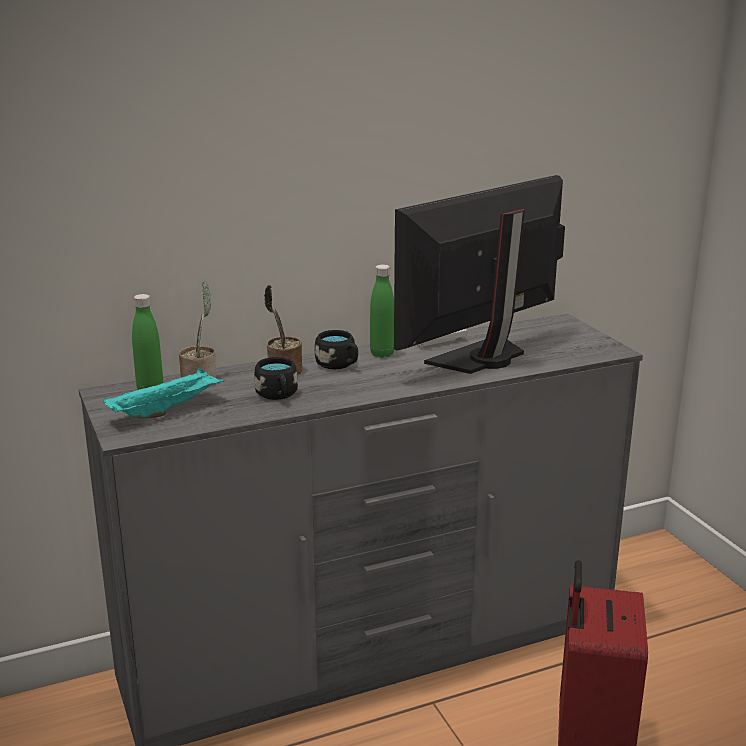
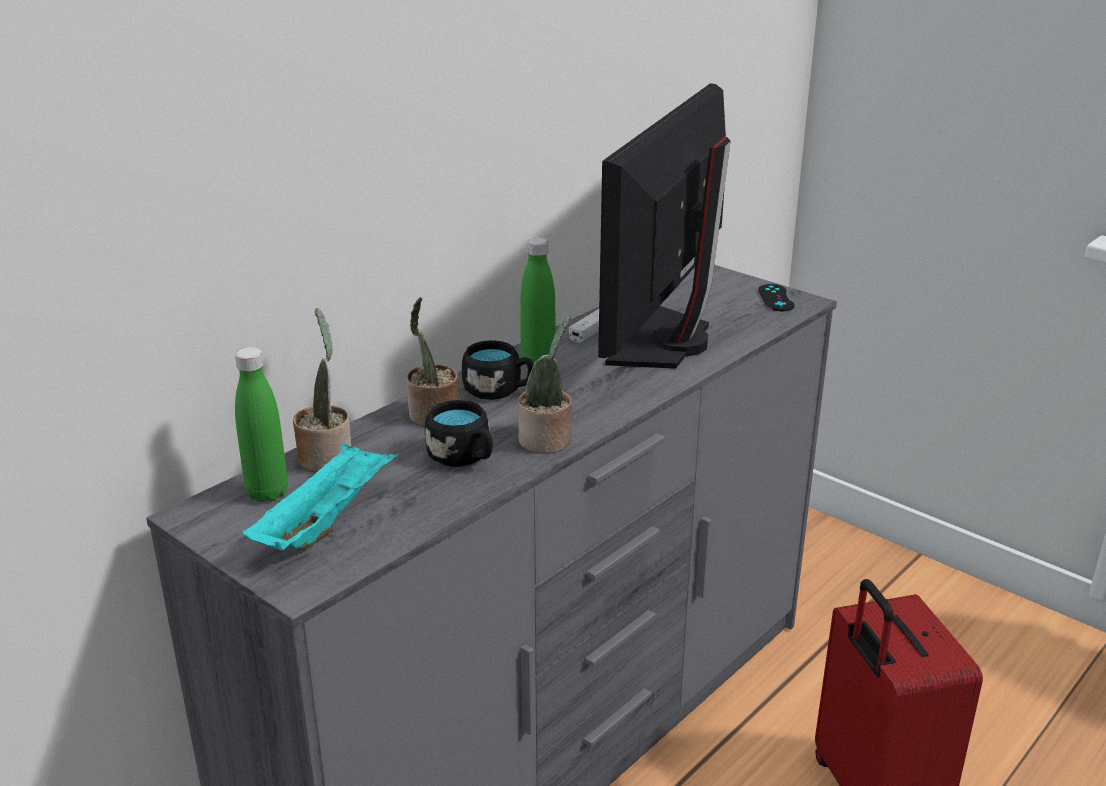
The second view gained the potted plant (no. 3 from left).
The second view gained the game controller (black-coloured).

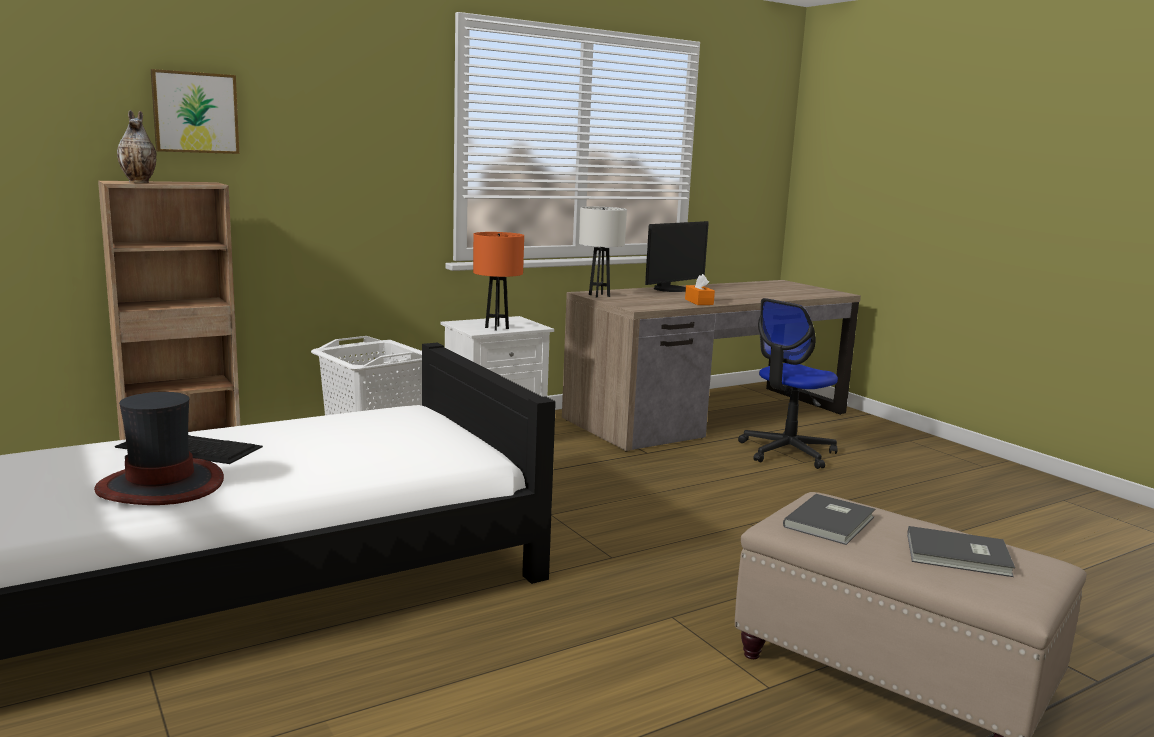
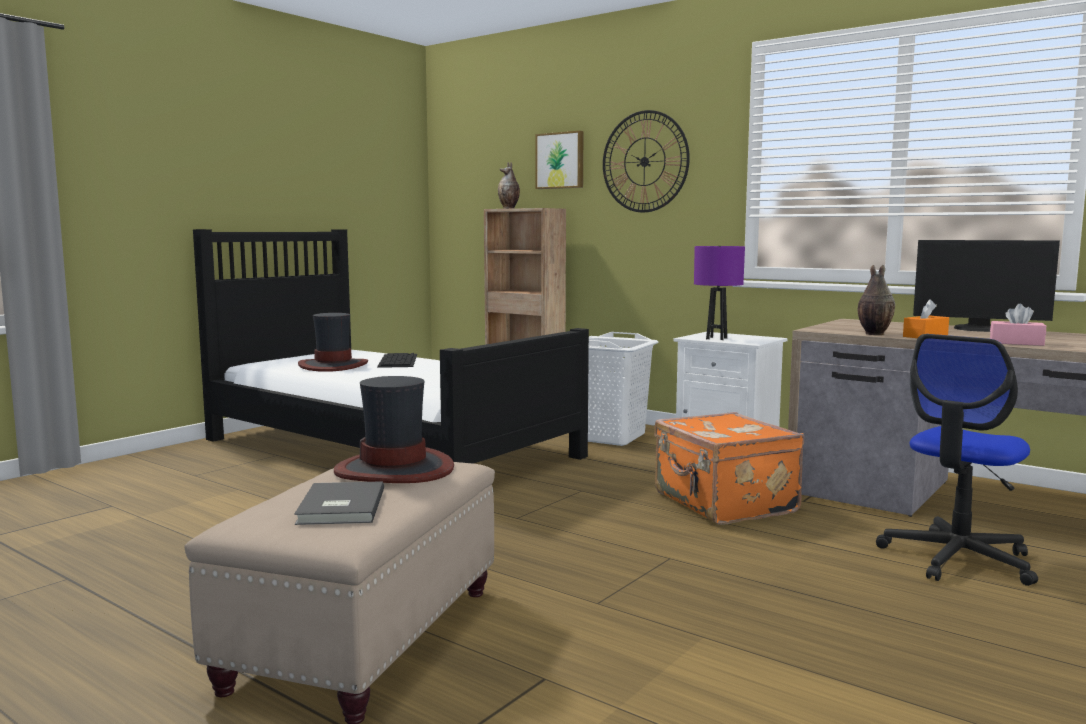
Where the book (gray) (no. 1 from left) stood, the clothing hat (no. 2 from left) came to stand.
The second view gained the clock on the wall.
The second view gained the travel case (orange-coloured).
What was the lamp for a table (orange-coloured) turned into the lamp for a table (purple-coloured).
The second view gained the vase (no. 2 from left).
The desk chair ended up facing another way, 75 degrees counterclockwise from before.
The second view gained the box of tissues (pink).
The second view lost the lamp for a table (whitish).

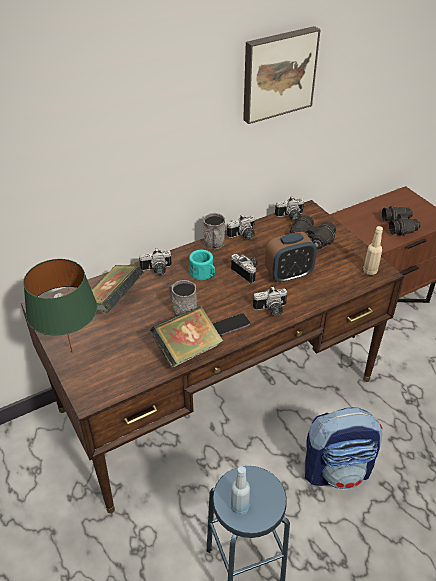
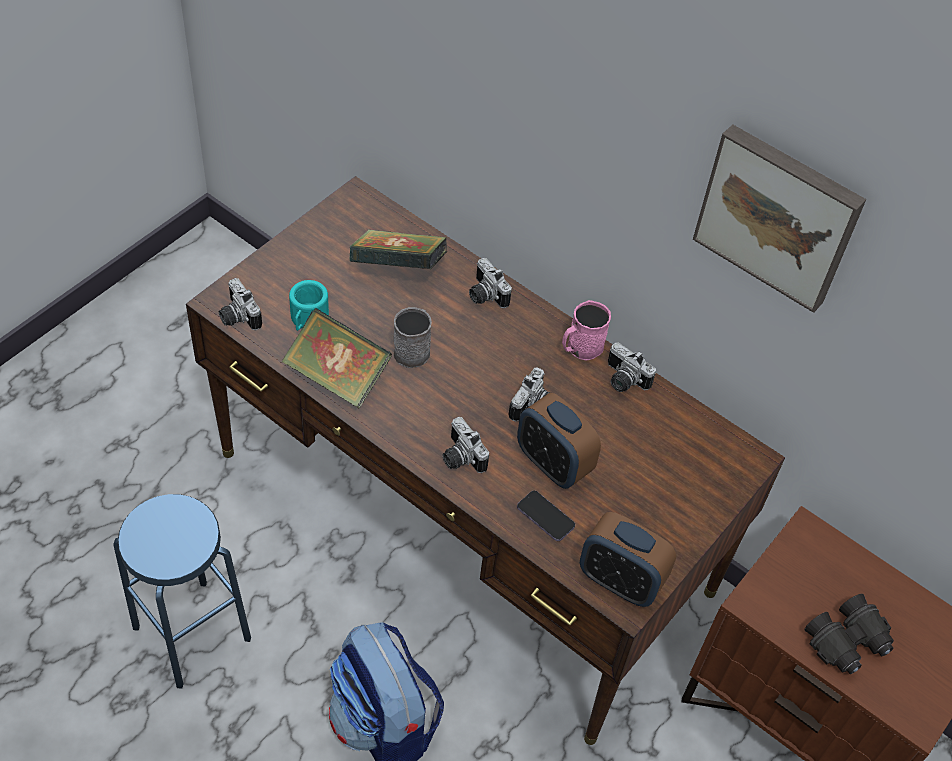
The still camera (no. 5 from left in the first image) ended up elsewhere.
The tea mug (turquoise-coloured) ended up elsewhere.
The telephone ended up elsewhere.
What was the tea mug (gray) (no. 2 from left) turned into the tea mug (pink).
Where the drink bottle (beige) stood, the alarm clock (no. 2 from left) came to stand.
The second view lost the lamp for a table (green).
The second view lost the drink bottle (blue).
The second view lost the field glasses (black-coloured) (no. 1 from left).

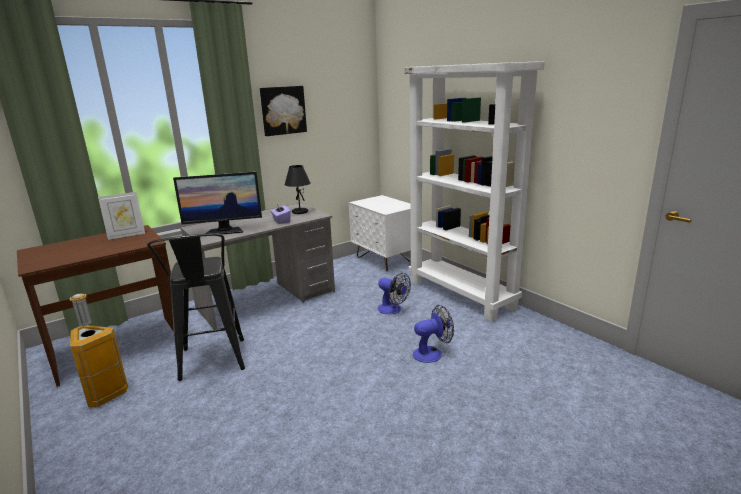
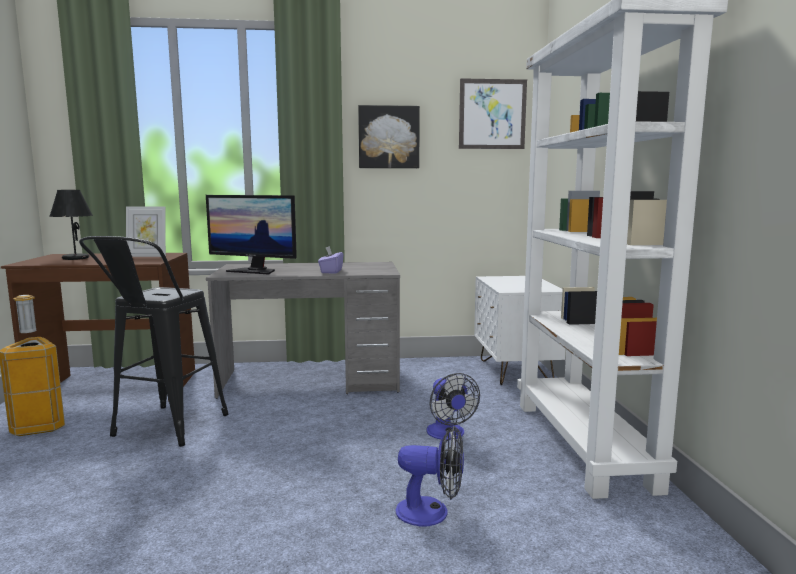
The lamp for a table (black-coloured) ended up elsewhere.
The second view gained the wall art (no. 2 from left).

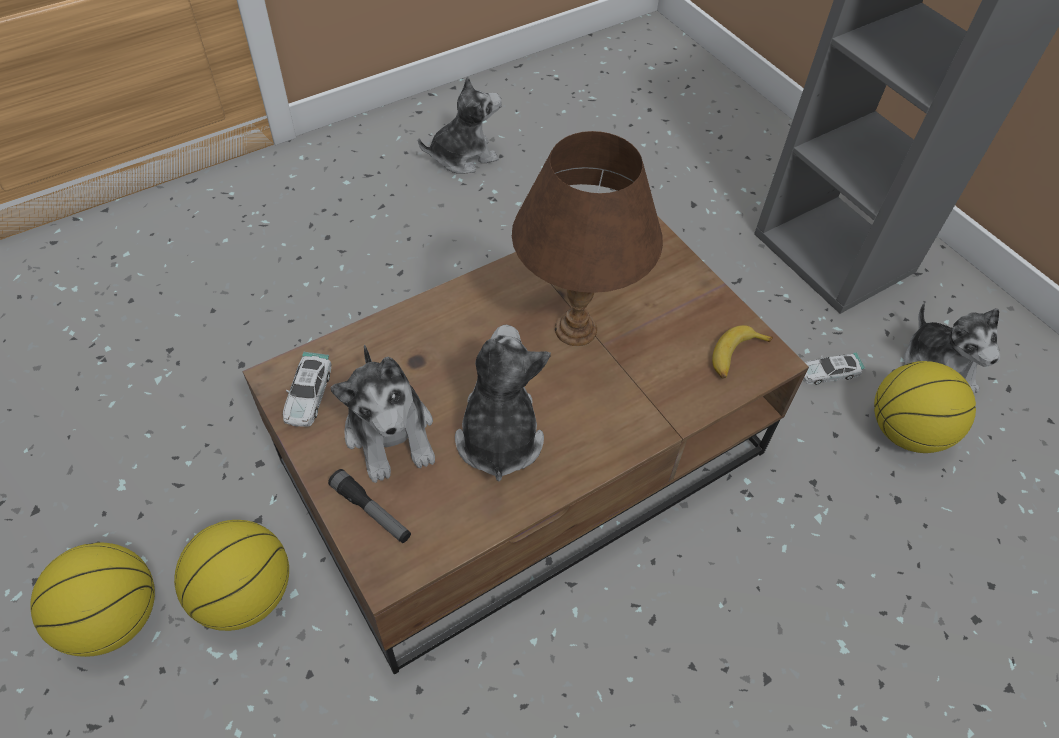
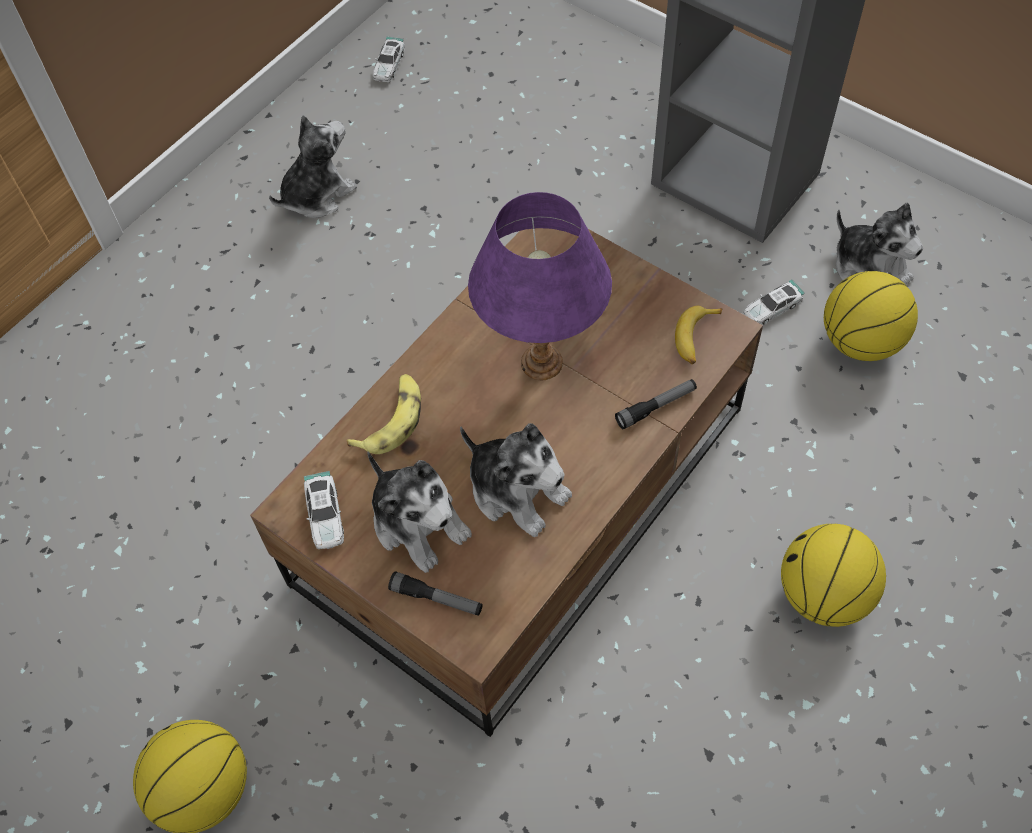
The second view gained the banana (no. 1 from left).
The second view gained the miniature car (no. 2 from left).
The cuddly toy (no. 3 from left) ended up facing another way, 150 degrees clockwise from before.
What was the lamp for a table (brownish) turned into the lamp for a table (purple-coloured).
The second view gained the torch (no. 2 from left).
The basketball ball (no. 2 from left) ended up elsewhere.

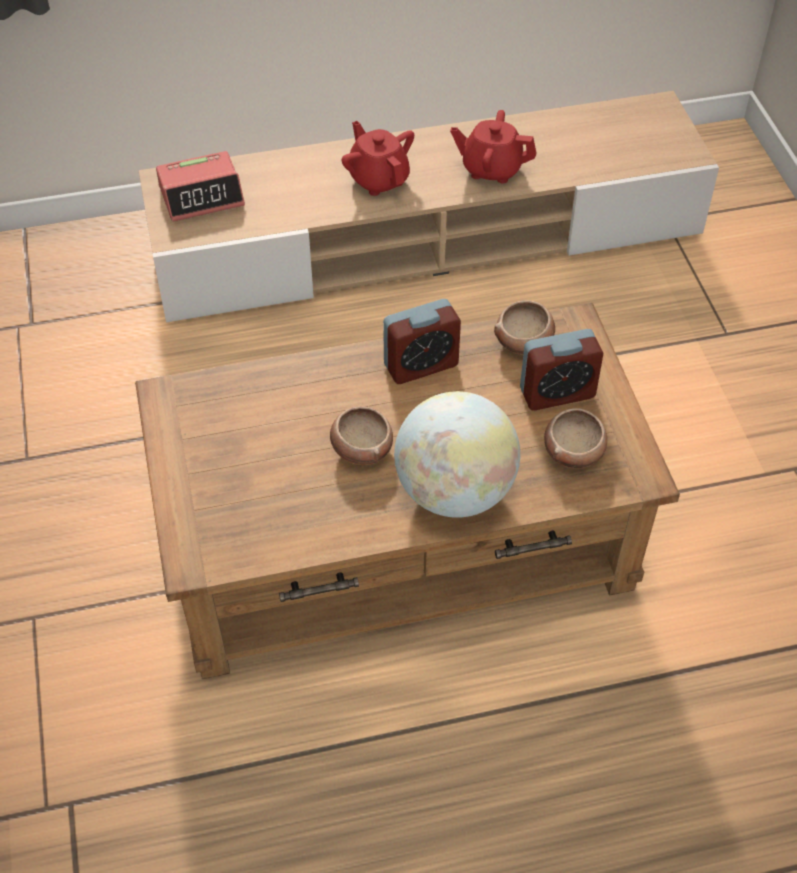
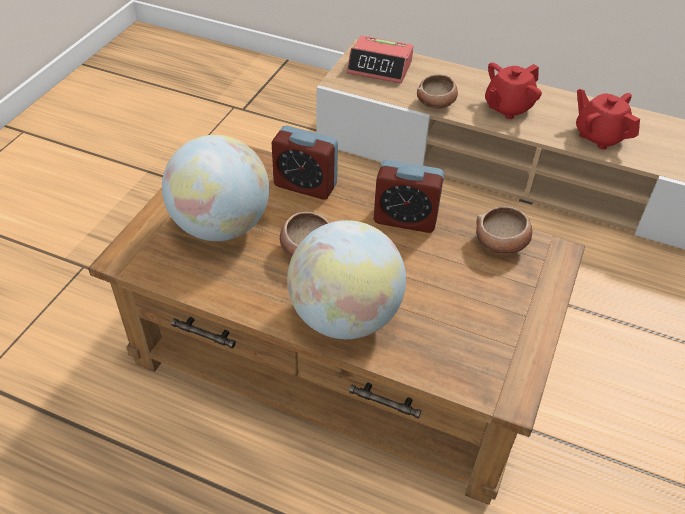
The second view gained the globe (no. 1 from left).
The alarm clock (no. 3 from left in the first image) ended up elsewhere.
The serving bowl (no. 3 from left in the first image) ended up elsewhere.
The tea pot (red-coloured) (no. 1 from left) ended up facing another way, 135 degrees counterclockwise from before.

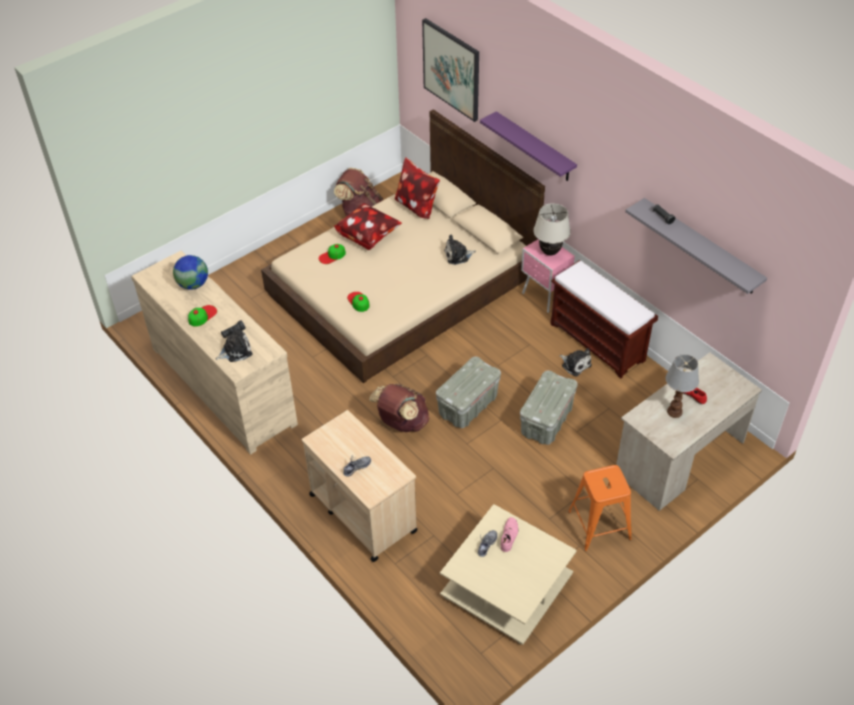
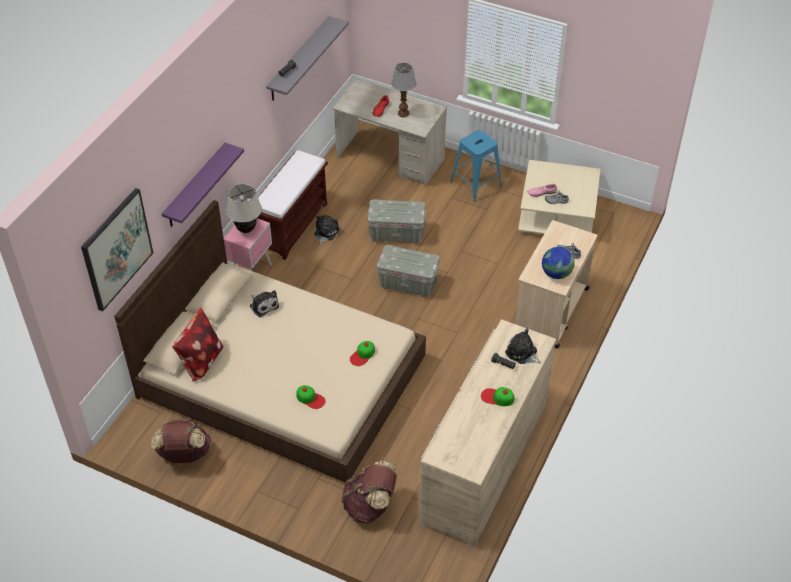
The rucksack (brownish) (no. 2 from left) ended up elsewhere.
What was the stool (orange-coloured) turned into the stool (blue).
The globe ended up elsewhere.
The second view lost the throw pillow (no. 1 from left).

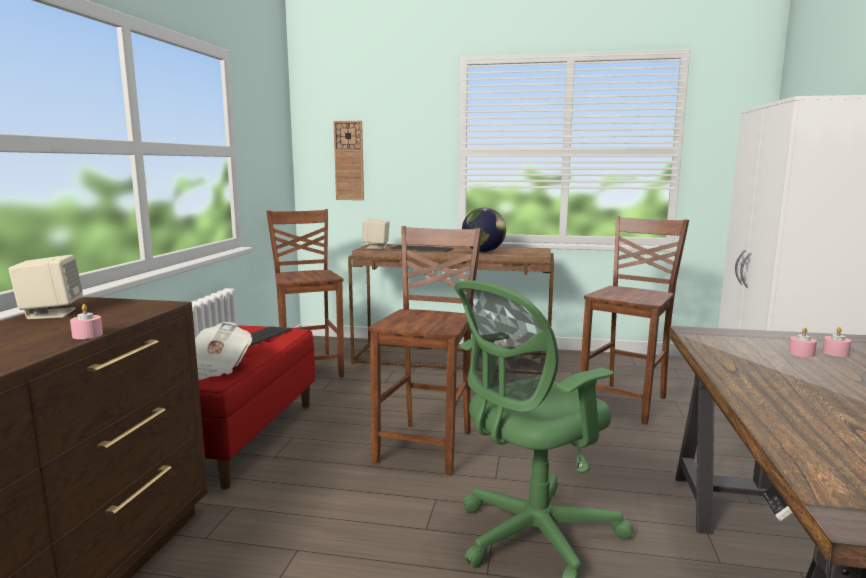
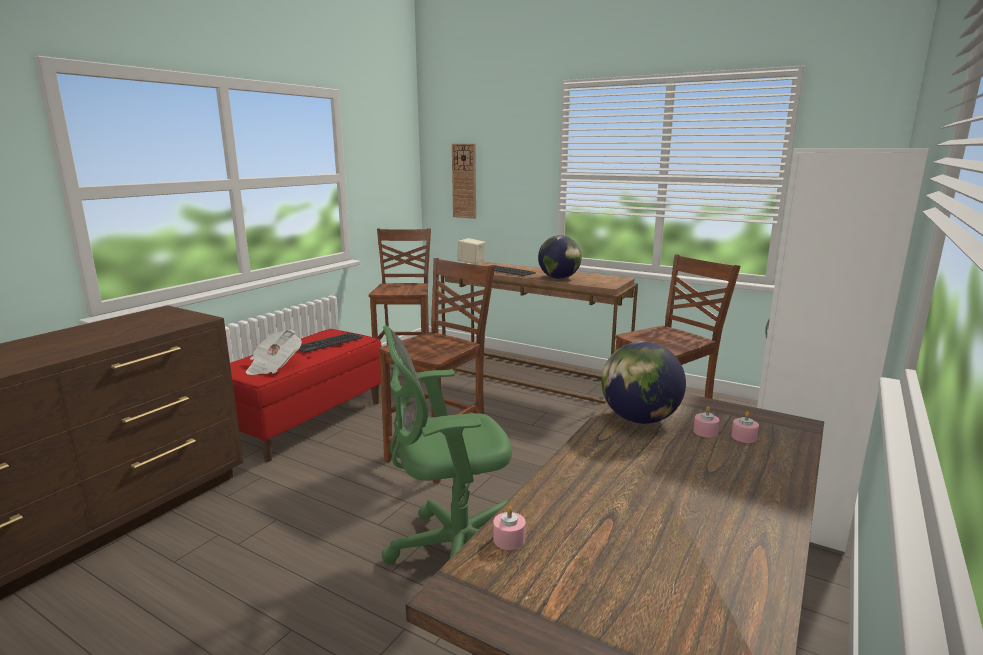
The wax light (pink) (no. 1 from left) ended up elsewhere.
The second view gained the globe (no. 2 from left).
The second view lost the loudspeaker (beige) (no. 1 from left).

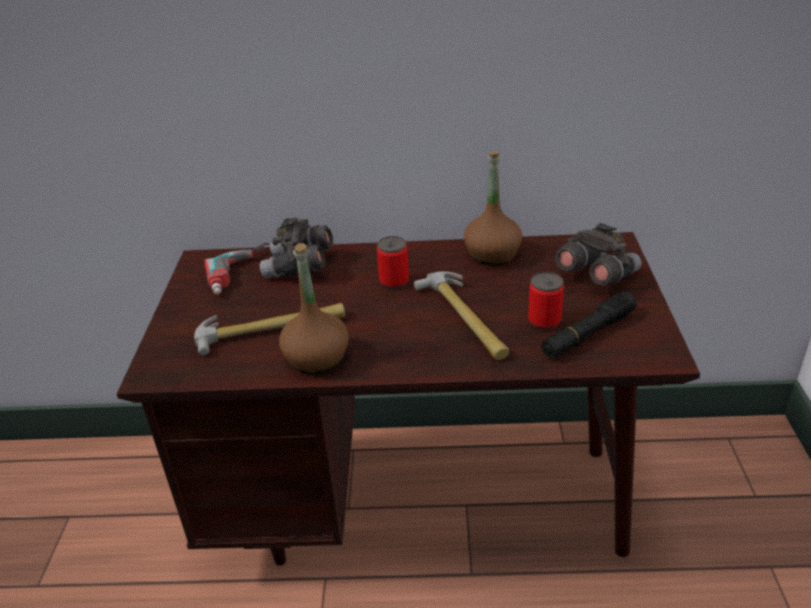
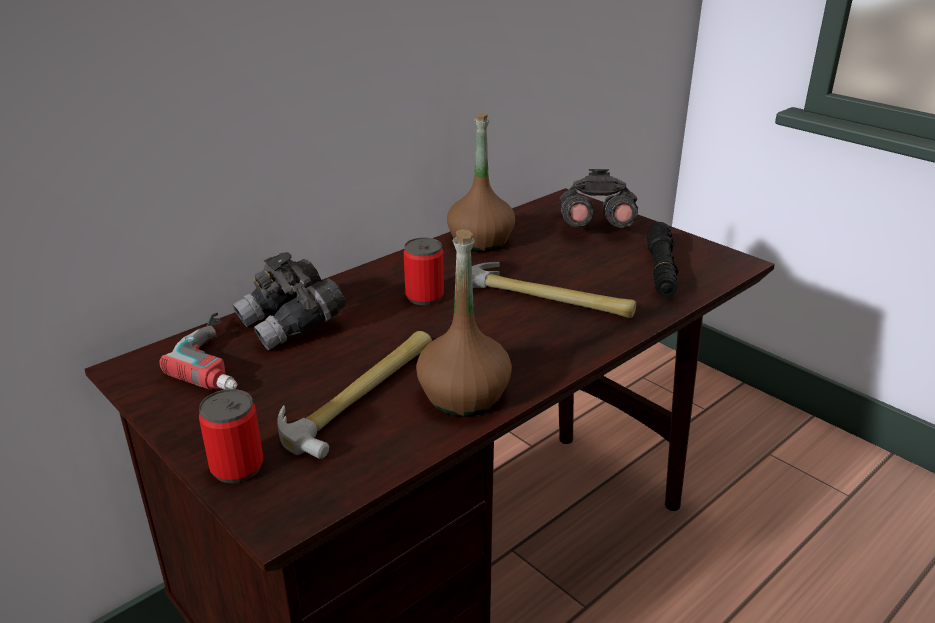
The can (no. 2 from left in the first image) ended up elsewhere.

